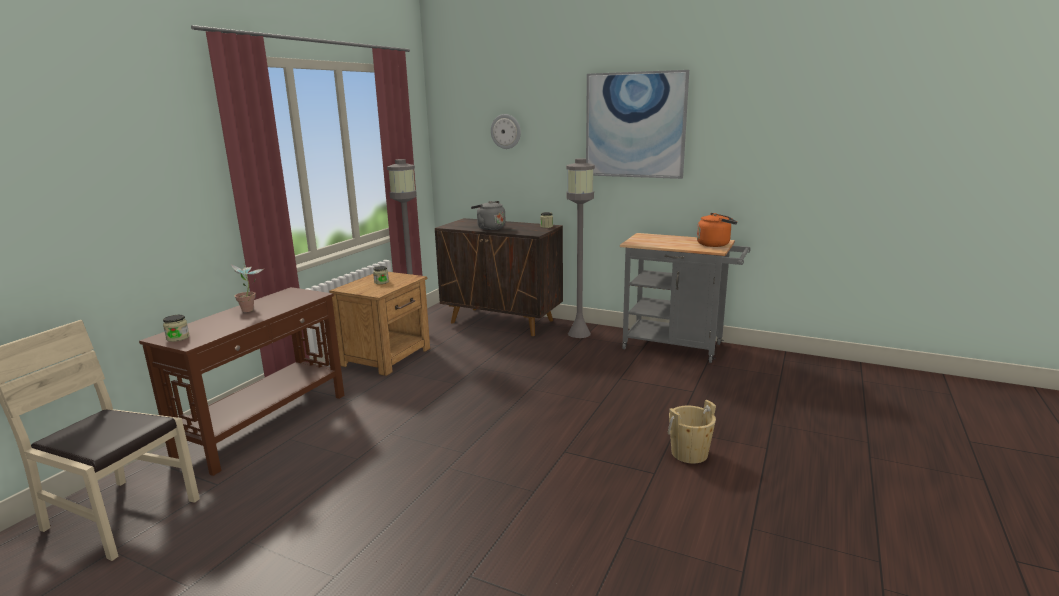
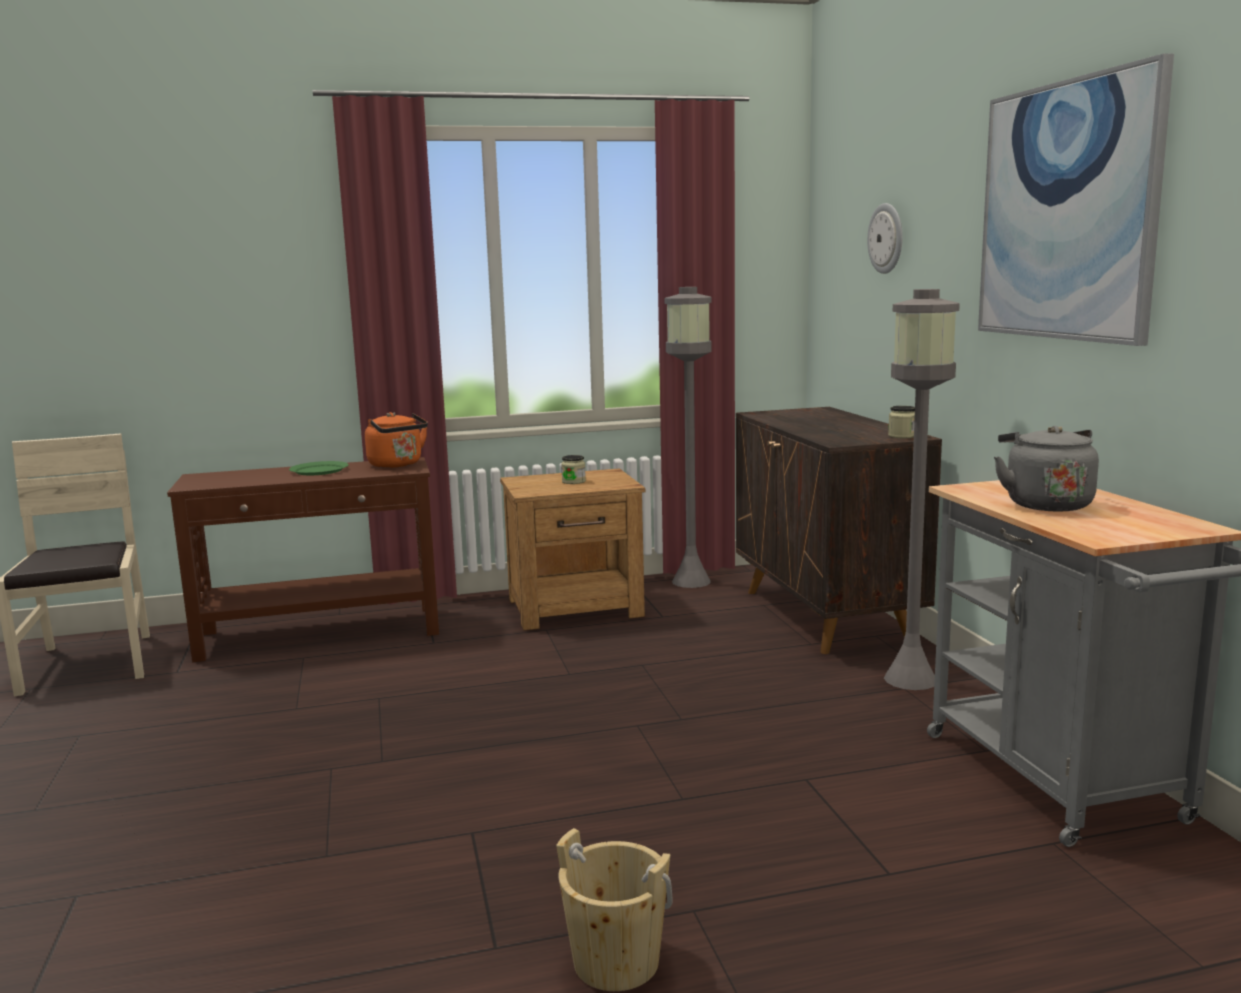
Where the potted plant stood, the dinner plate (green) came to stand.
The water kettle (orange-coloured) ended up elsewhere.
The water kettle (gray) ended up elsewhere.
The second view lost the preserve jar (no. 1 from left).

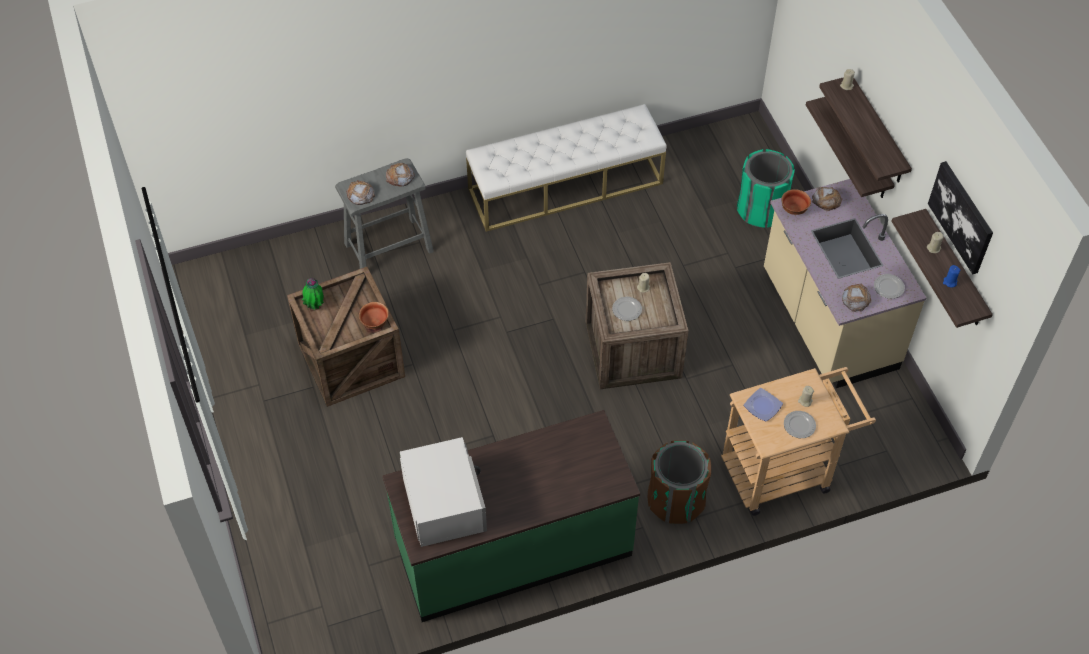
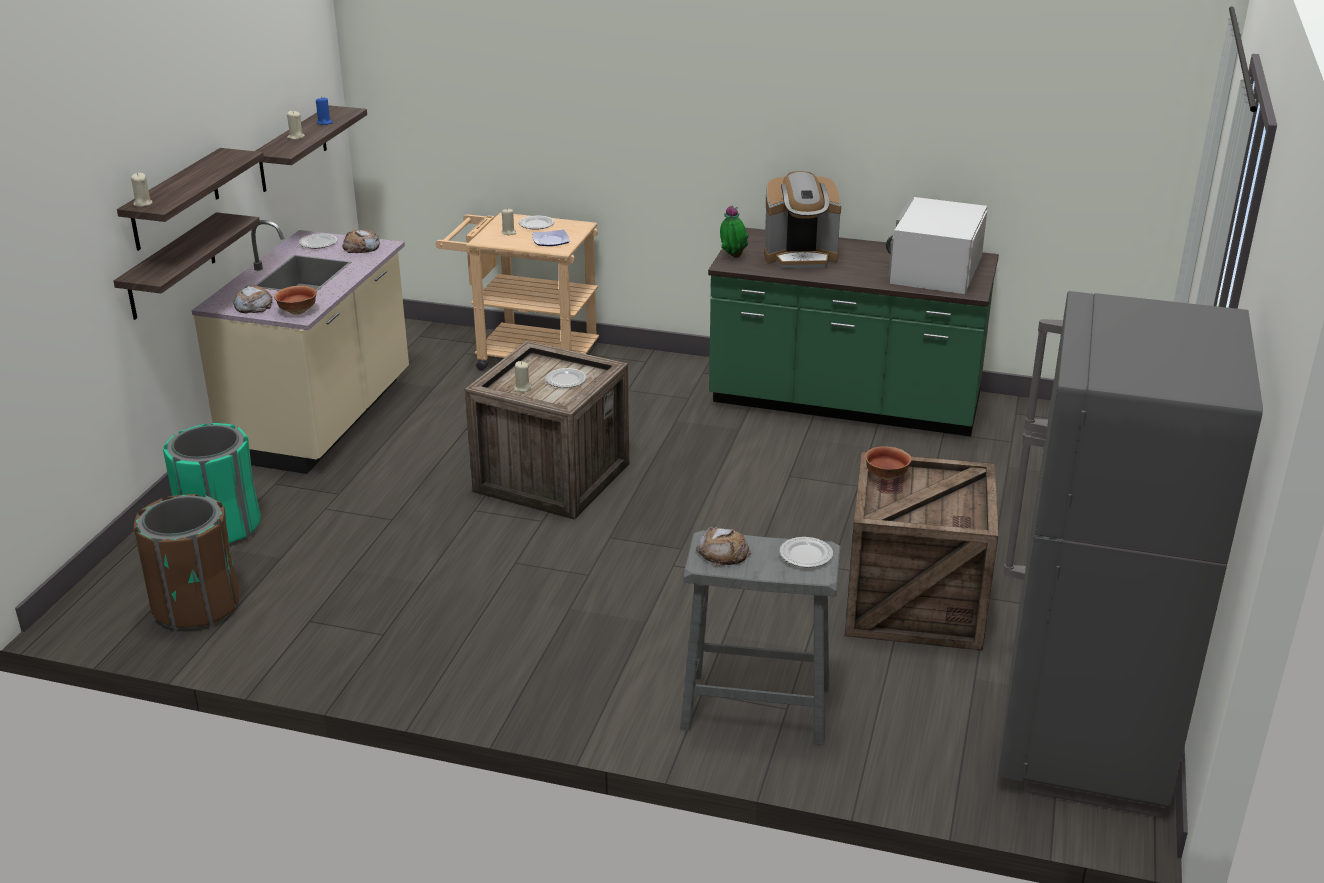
The trash can (brownish) ended up elsewhere.
The potted plant ended up elsewhere.
The second view gained the coffee machine.
Where the bakery bread (no. 1 from left) stood, the dinner plate (no. 5 from left) came to stand.
The second view gained the fridge (gray).
The second view lost the long seat (whitish).
The second view lost the wall art.

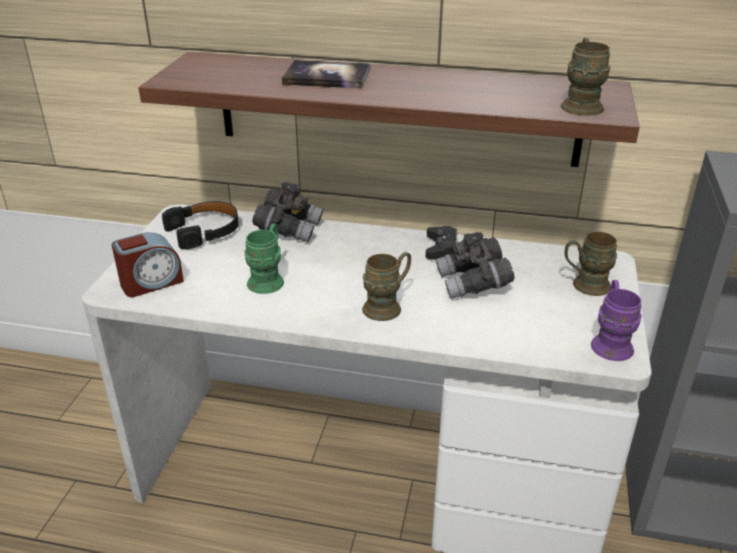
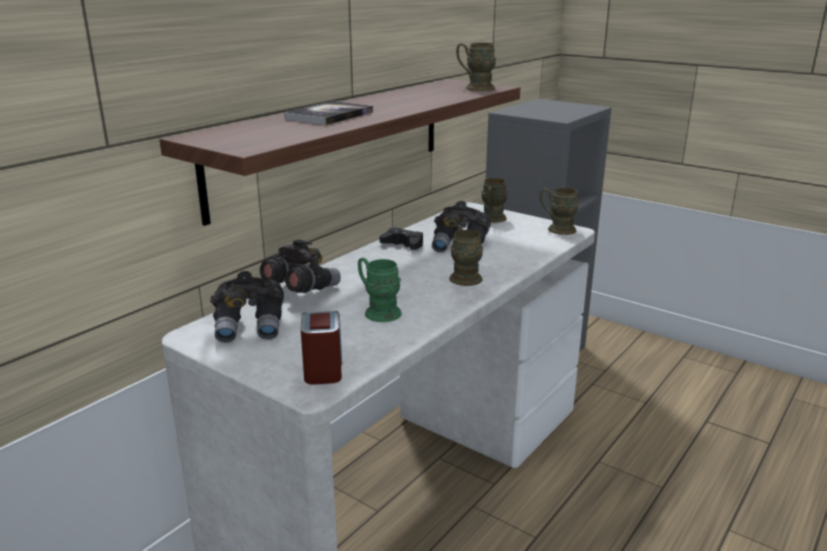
Where the headset (black-coloured) stood, the field glasses (gray) (no. 1 from left) came to stand.
What was the tea mug (purple-coloured) turned into the tea mug (brownish) (no. 4 from left).

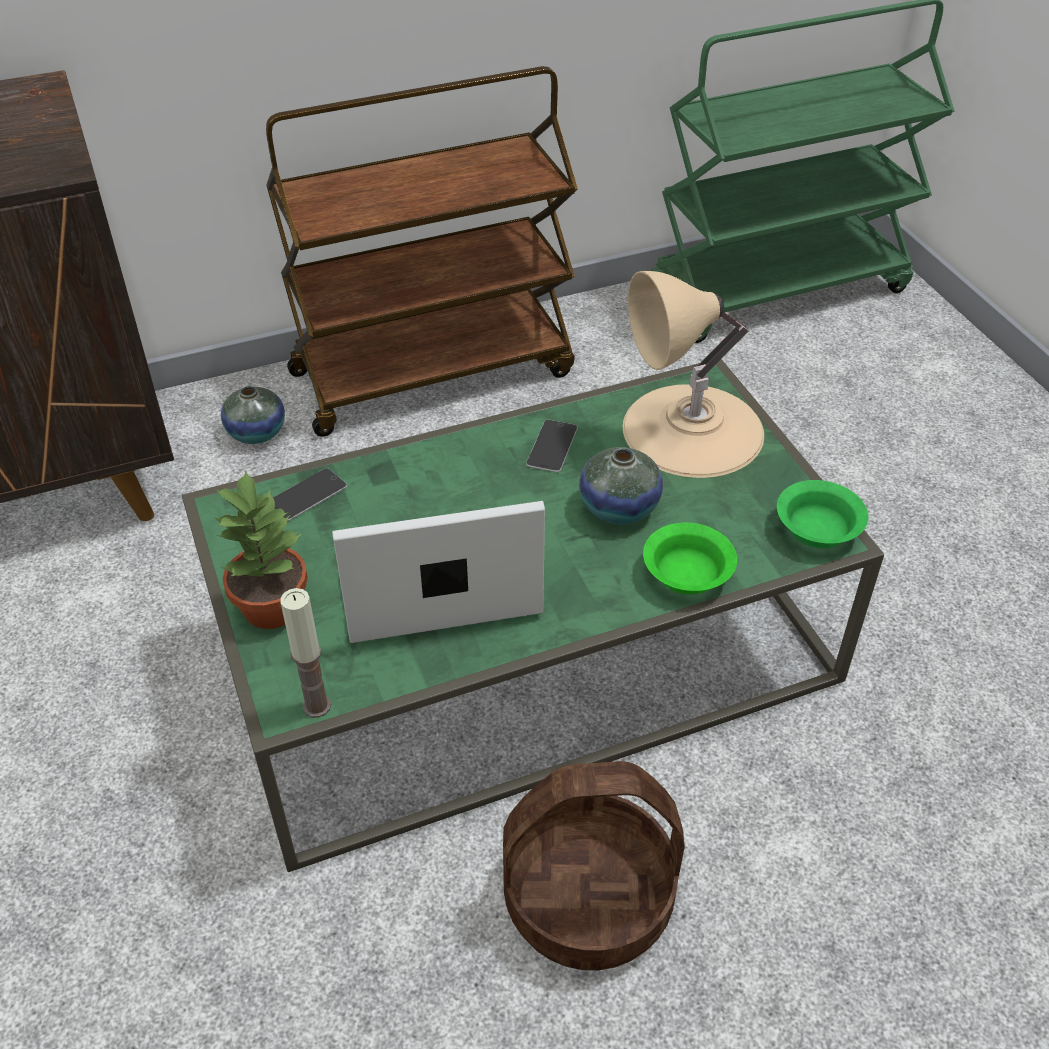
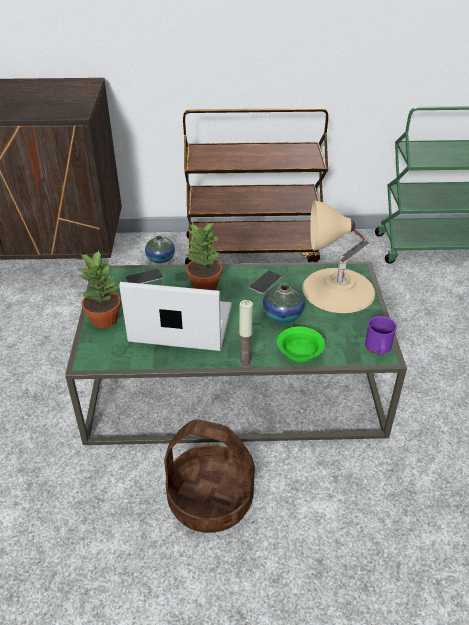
The second view gained the potted plant (no. 2 from left).
The wax light ended up elsewhere.
Where the serving bowl (green) (no. 2 from left) stood, the tea mug (purple-coloured) came to stand.

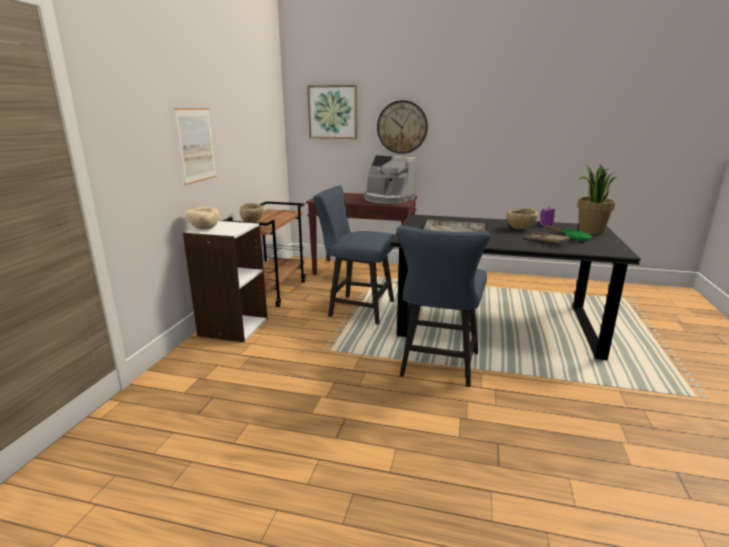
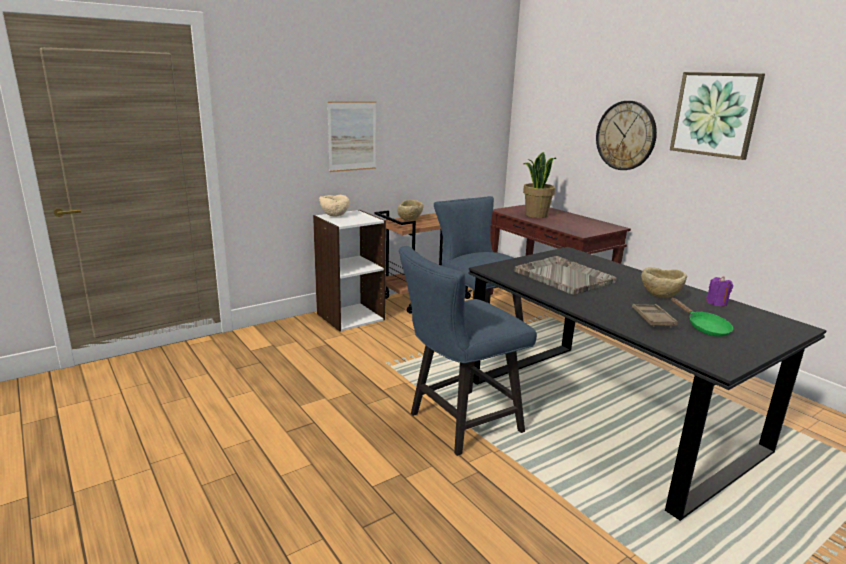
The potted plant ended up elsewhere.
The wall art (no. 2 from left) ended up elsewhere.
The second view lost the coffee machine.

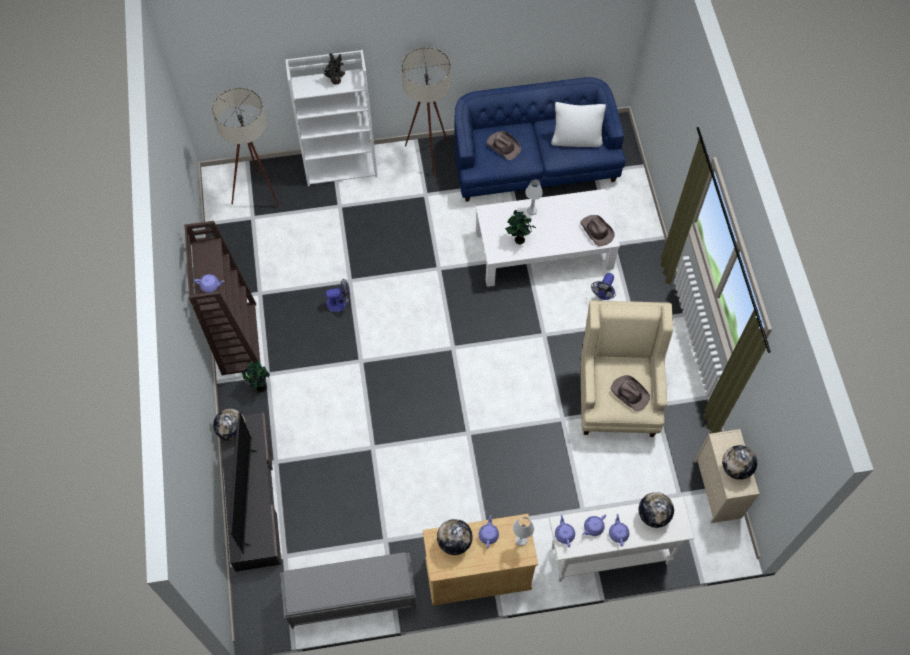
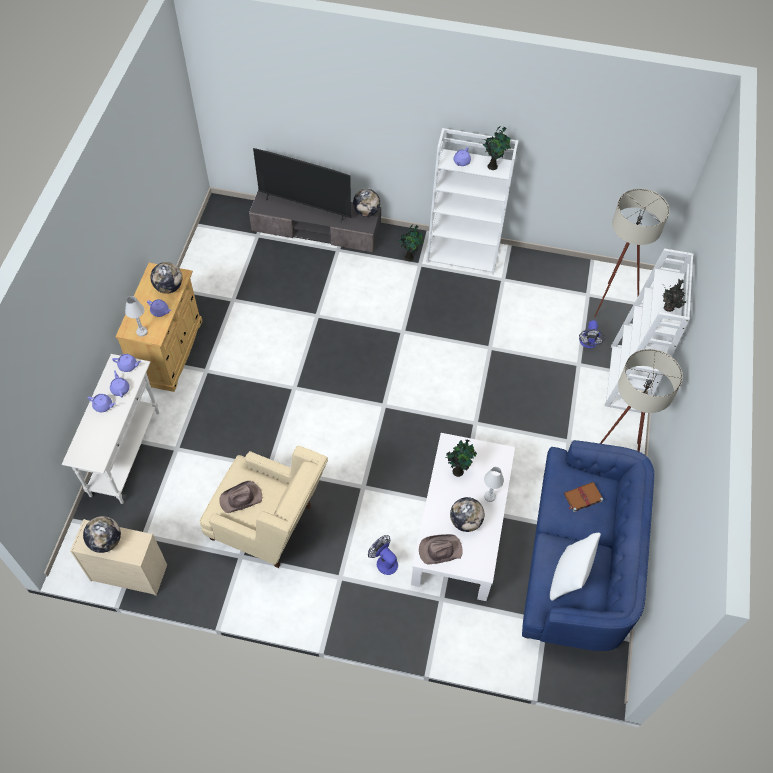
What was the bookcase (brownish) turned into the bookcase (whitish) (no. 1 from left).
The globe (no. 3 from left in the first image) ended up elsewhere.
The second view gained the potted plant (no. 3 from left).
Where the clothing hat (brownish) (no. 1 from left) stood, the book (brownish) came to stand.
The fan (no. 1 from left in the first image) ended up elsewhere.
The second view lost the long seat (gray).

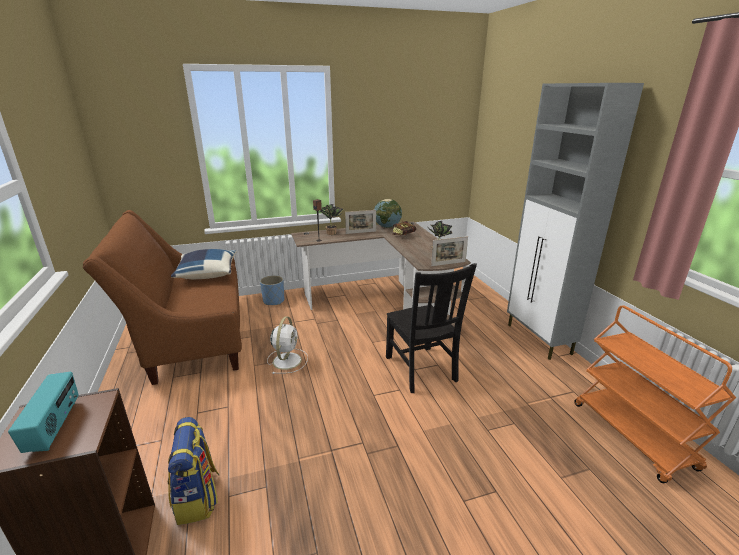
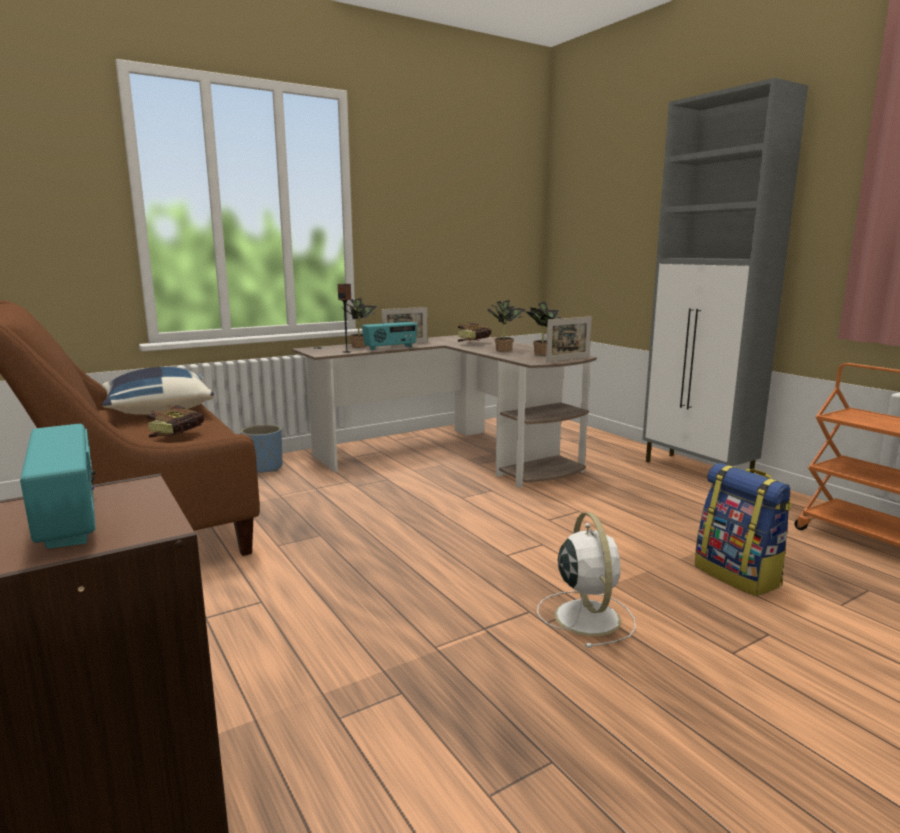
The second view gained the book (no. 1 from left).
The second view gained the radio receiver (no. 2 from left).
The second view gained the potted plant (no. 2 from left).
The fan (whitish) ended up elsewhere.
The rucksack ended up elsewhere.
The second view lost the globe.
The second view lost the chair (black-coloured).

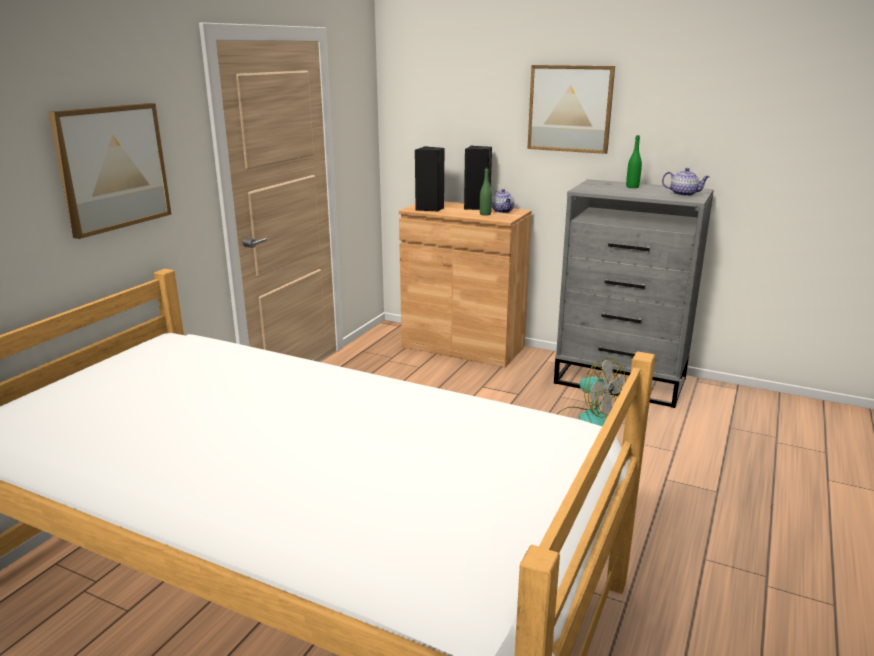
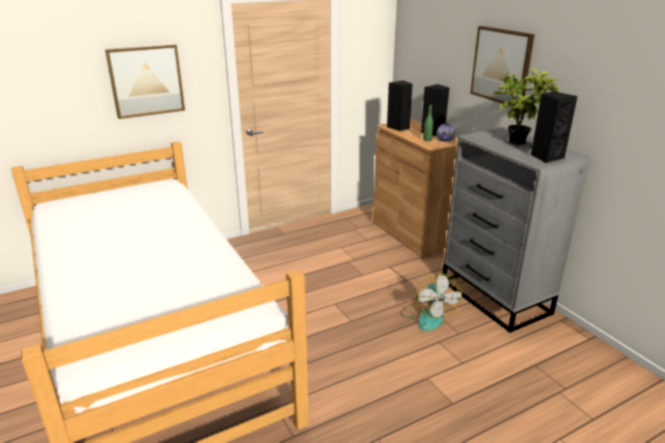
Where the drink bottle (green) (no. 2 from left) stood, the potted plant came to stand.
Where the tea pot (no. 2 from left) stood, the loudspeaker (black-coloured) (no. 3 from left) came to stand.

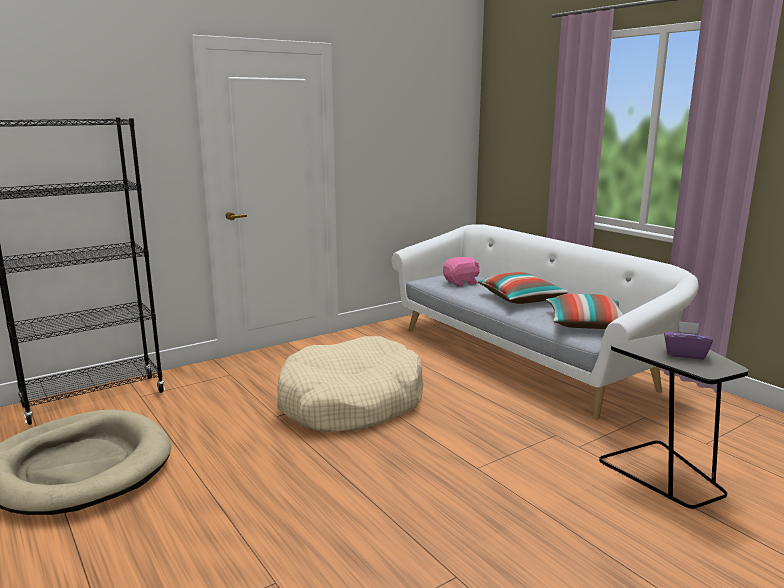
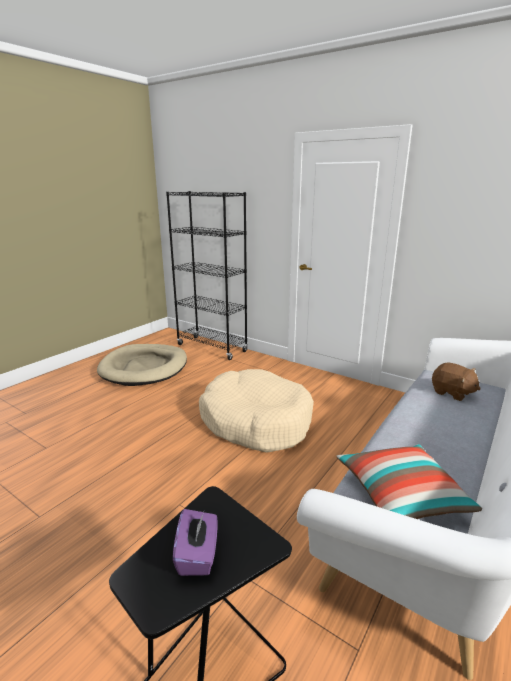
What was the cuddly toy (pink) turned into the cuddly toy (brownish).
The second view lost the throw pillow (no. 1 from left).

